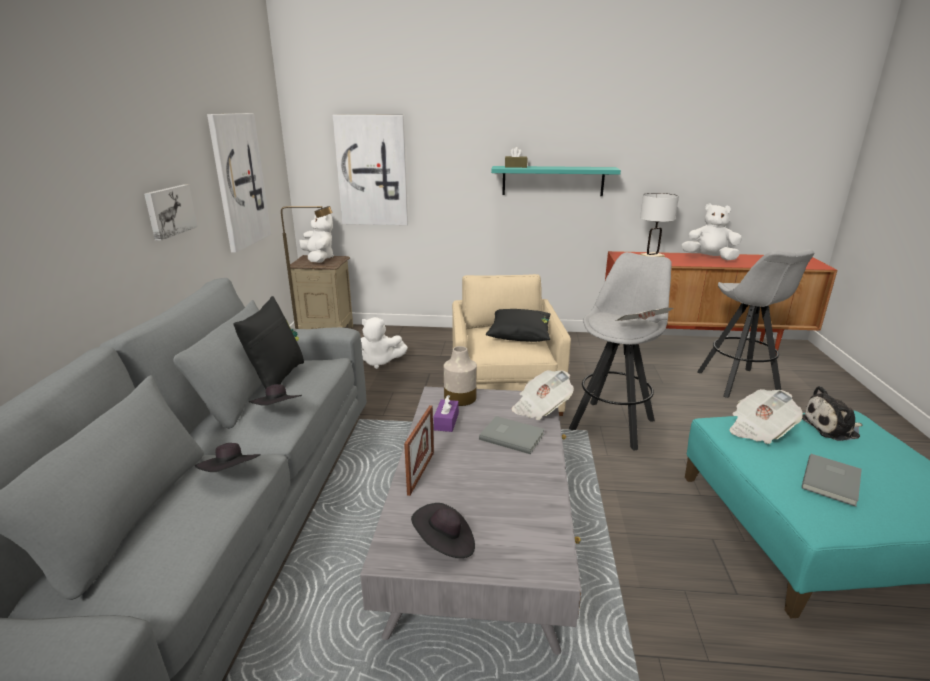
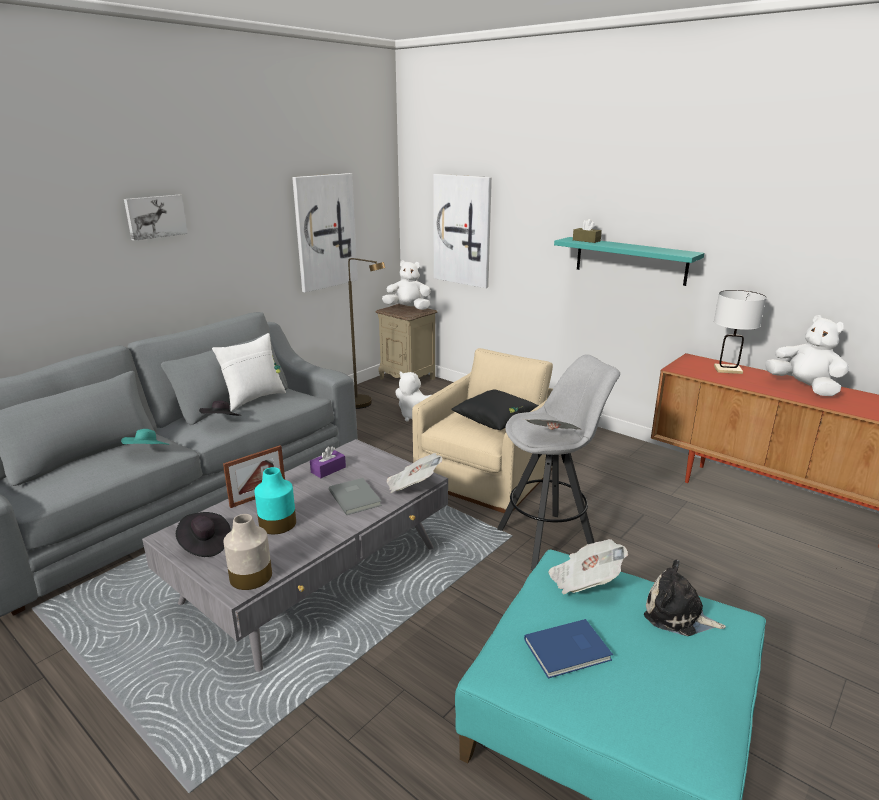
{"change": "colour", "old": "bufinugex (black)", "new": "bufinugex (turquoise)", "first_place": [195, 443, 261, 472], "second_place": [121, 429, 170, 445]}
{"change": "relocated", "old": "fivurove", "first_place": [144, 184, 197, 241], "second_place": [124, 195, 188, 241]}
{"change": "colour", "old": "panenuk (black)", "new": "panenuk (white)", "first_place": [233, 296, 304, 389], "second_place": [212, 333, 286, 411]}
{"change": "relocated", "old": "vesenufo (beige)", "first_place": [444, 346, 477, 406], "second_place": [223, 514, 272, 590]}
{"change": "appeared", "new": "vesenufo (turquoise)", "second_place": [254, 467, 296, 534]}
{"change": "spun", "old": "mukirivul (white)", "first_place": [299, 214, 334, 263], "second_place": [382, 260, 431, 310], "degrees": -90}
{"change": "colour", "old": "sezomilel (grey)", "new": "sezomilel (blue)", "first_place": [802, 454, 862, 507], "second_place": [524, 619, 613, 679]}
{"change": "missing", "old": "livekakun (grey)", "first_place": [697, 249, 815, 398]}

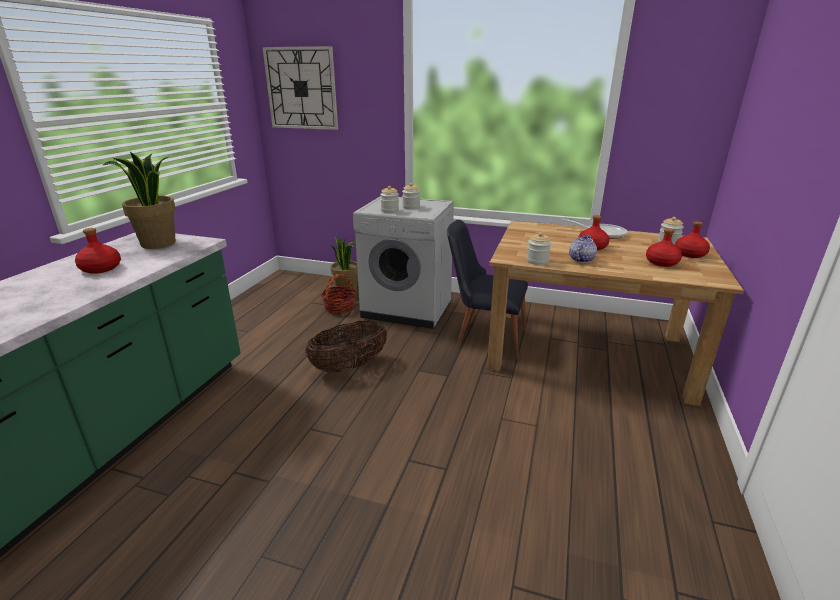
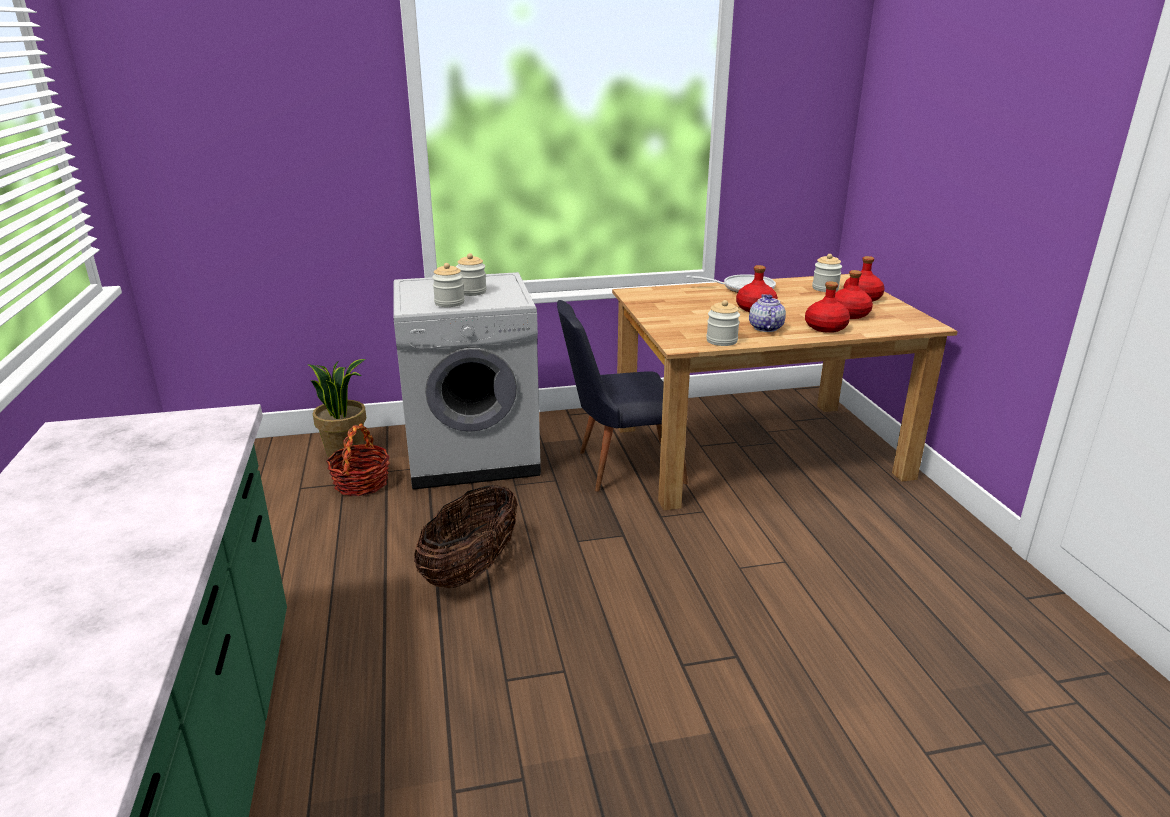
{"change": "relocated", "old": "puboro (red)", "first_place": [75, 228, 121, 274], "second_place": [805, 281, 850, 333]}
{"change": "missing", "old": "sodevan", "first_place": [103, 152, 176, 249]}
{"change": "missing", "old": "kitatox", "first_place": [262, 46, 338, 130]}

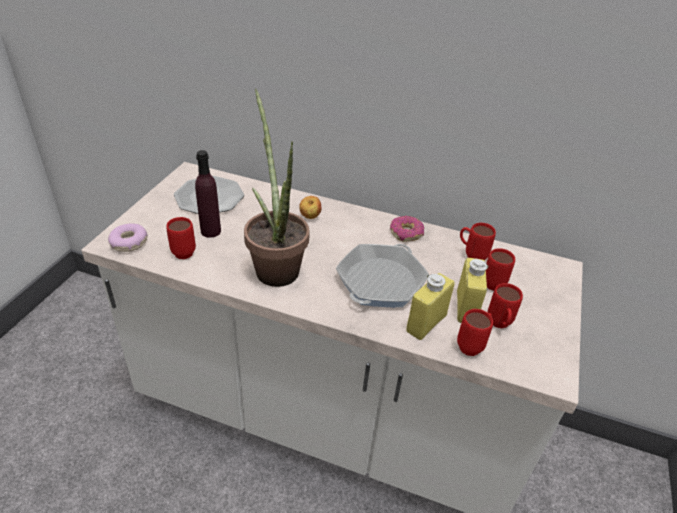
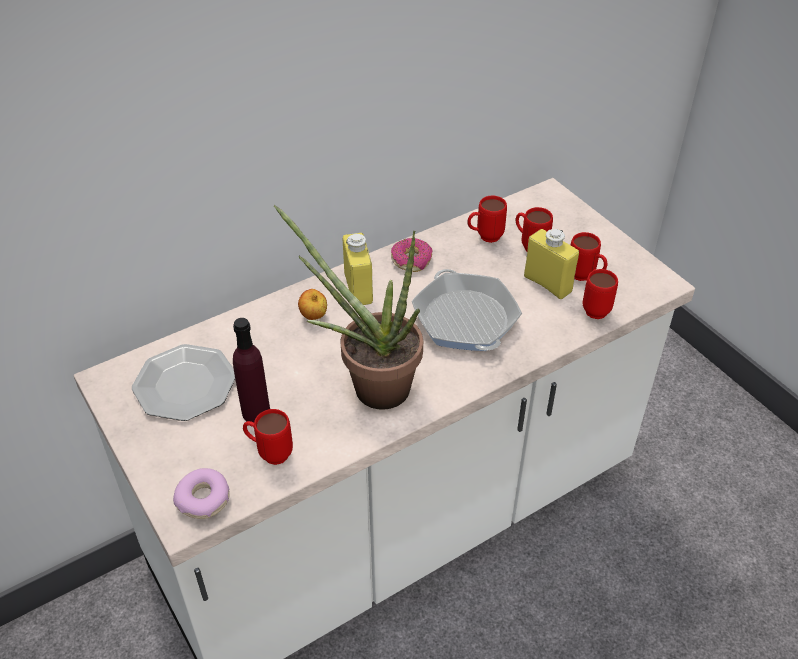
{"change": "relocated", "old": "puboro (yellow)", "first_place": [406, 273, 455, 340], "second_place": [343, 233, 373, 305]}

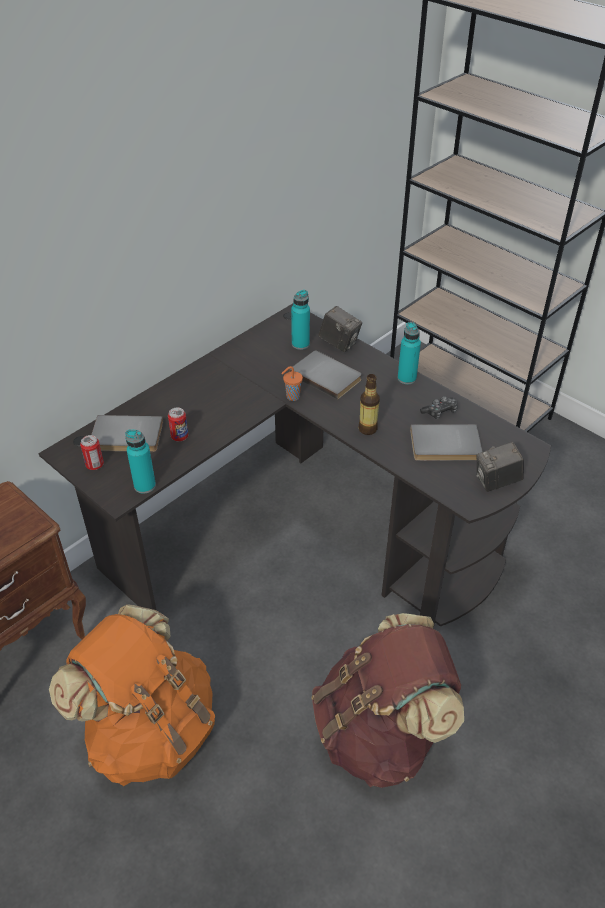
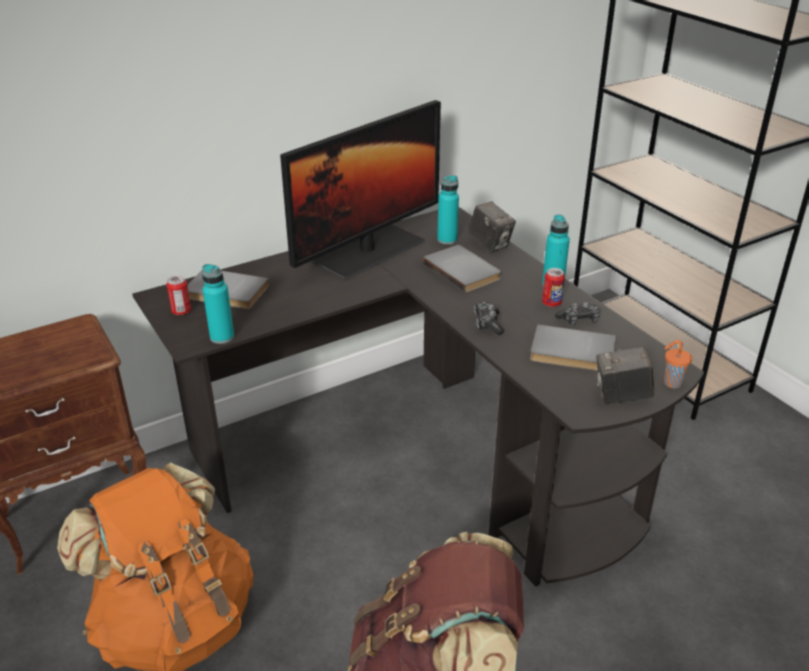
{"change": "appeared", "new": "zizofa", "second_place": [280, 100, 441, 280]}
{"change": "exchanged", "old": "puboro", "new": "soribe", "first_place": [358, 374, 380, 435], "second_place": [474, 301, 504, 335]}
{"change": "relocated", "old": "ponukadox", "first_place": [168, 407, 188, 441], "second_place": [542, 268, 565, 307]}
{"change": "relocated", "old": "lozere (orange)", "first_place": [281, 366, 303, 401], "second_place": [664, 340, 692, 389]}

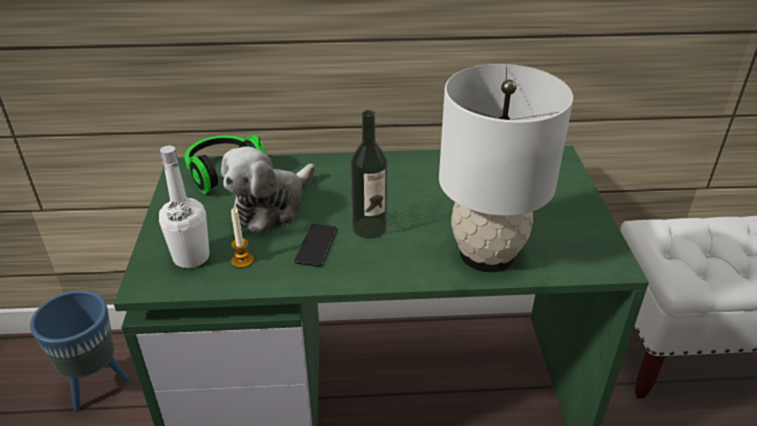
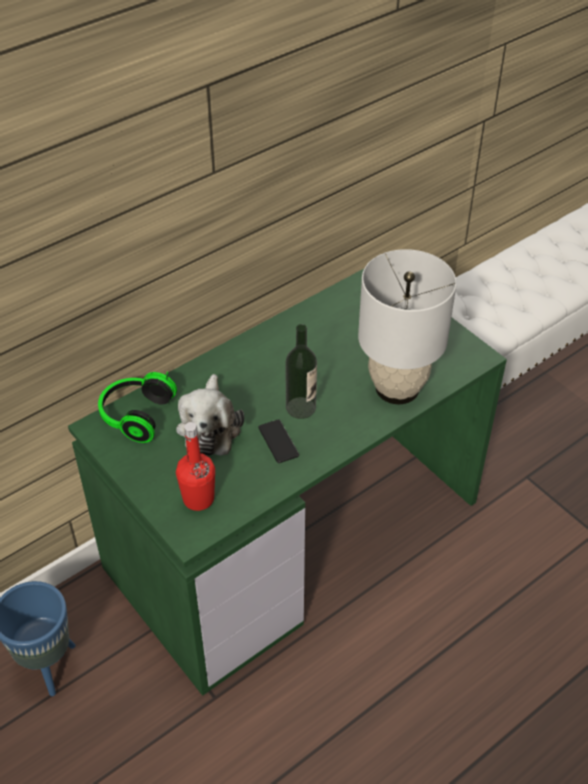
{"change": "colour", "old": "puboro (white)", "new": "puboro (red)", "first_place": [159, 146, 210, 268], "second_place": [176, 422, 215, 511]}
{"change": "missing", "old": "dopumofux", "first_place": [231, 208, 254, 268]}

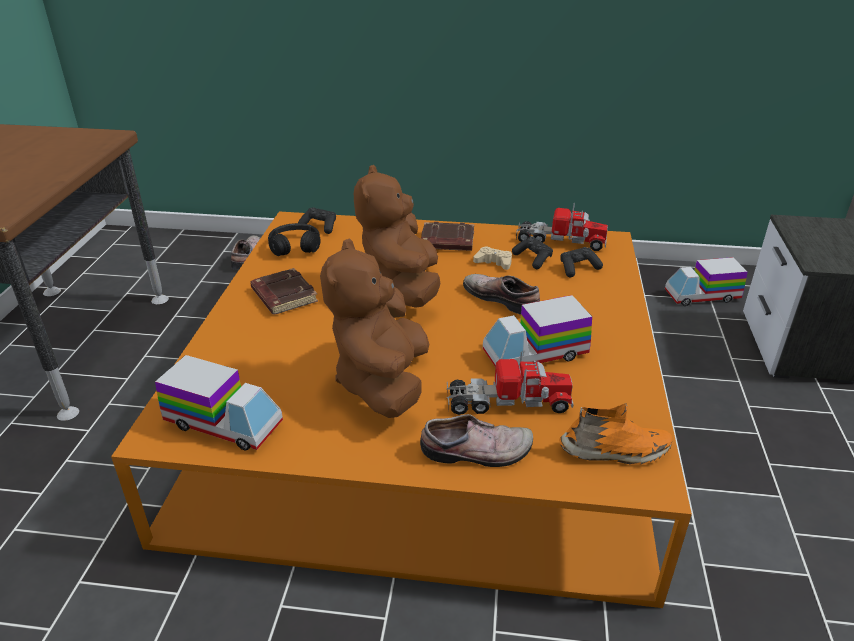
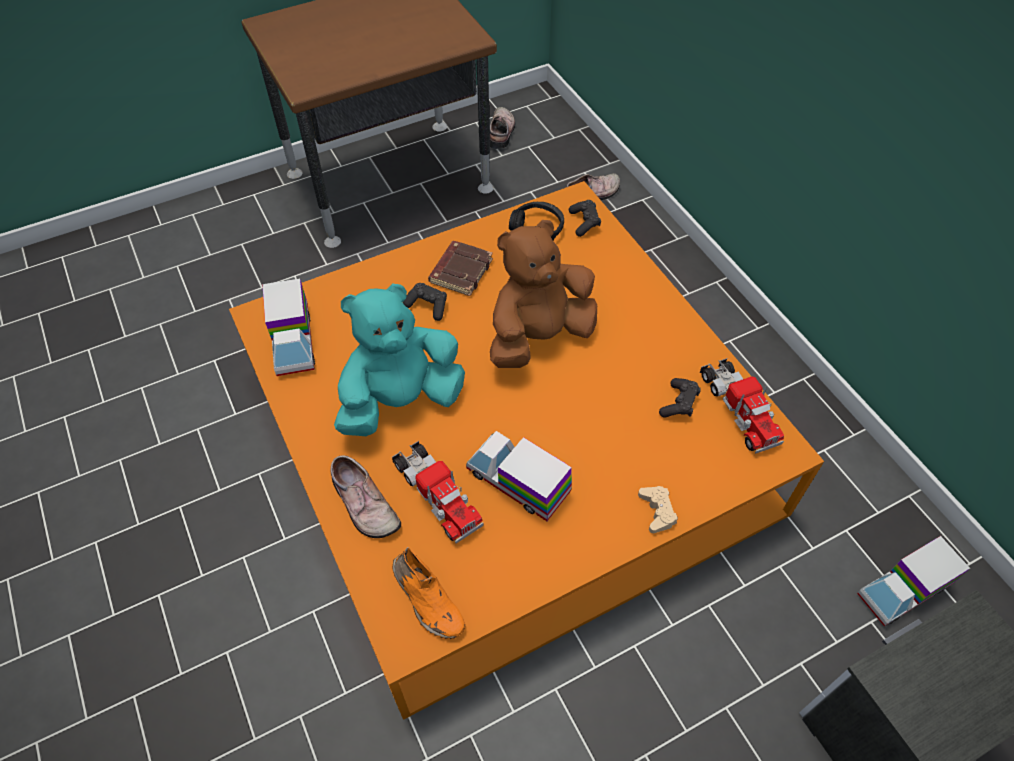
{"change": "colour", "old": "mukirivul (brown)", "new": "mukirivul (turquoise)", "first_place": [320, 238, 430, 418], "second_place": [334, 283, 465, 436]}
{"change": "relocated", "old": "soribe (black)", "first_place": [560, 247, 603, 277], "second_place": [403, 283, 447, 321]}
{"change": "relocated", "old": "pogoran", "first_place": [463, 274, 540, 315], "second_place": [490, 107, 515, 149]}
{"change": "relocated", "old": "soribe (beige)", "first_place": [473, 246, 512, 270], "second_place": [638, 486, 678, 533]}
{"change": "spun", "old": "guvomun", "first_place": [665, 257, 748, 306], "second_place": [857, 536, 970, 627], "degrees": -75}
{"change": "missing", "old": "sezomilel (brown)", "first_place": [421, 222, 474, 251]}

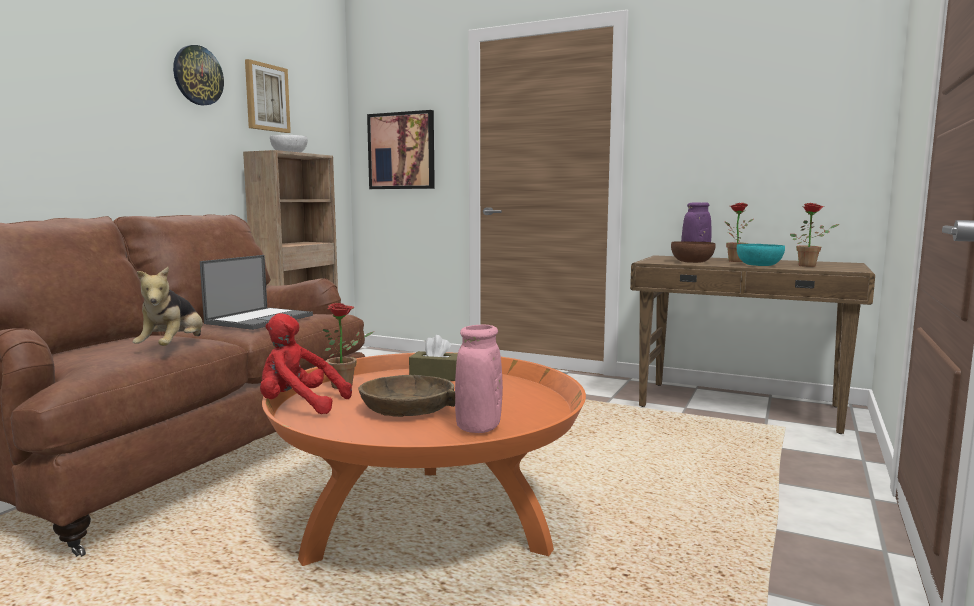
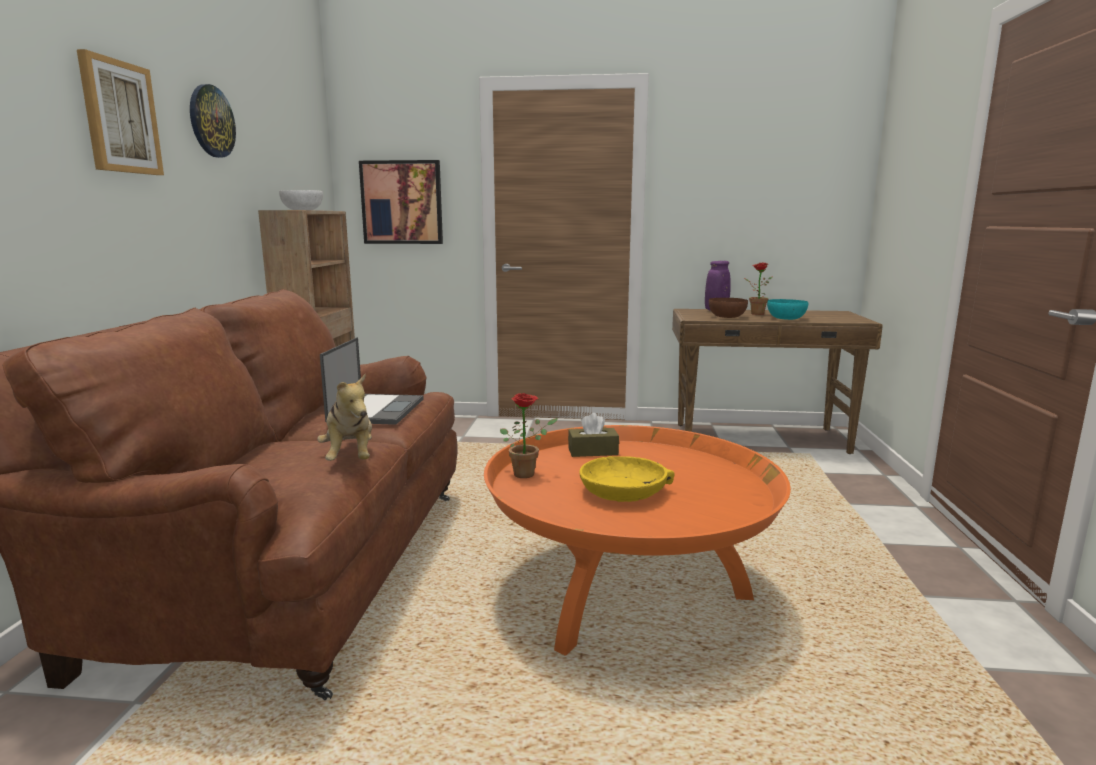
{"change": "relocated", "old": "fivurove", "first_place": [245, 59, 291, 133], "second_place": [77, 49, 164, 175]}
{"change": "colour", "old": "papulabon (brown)", "new": "papulabon (yellow)", "first_place": [358, 375, 455, 417], "second_place": [580, 456, 675, 502]}
{"change": "missing", "old": "mukirivul (red)", "first_place": [260, 313, 352, 414]}
{"change": "missing", "old": "vesenufo (pink)", "first_place": [455, 325, 503, 433]}
{"change": "missing", "old": "sodevan", "first_place": [790, 203, 839, 267]}

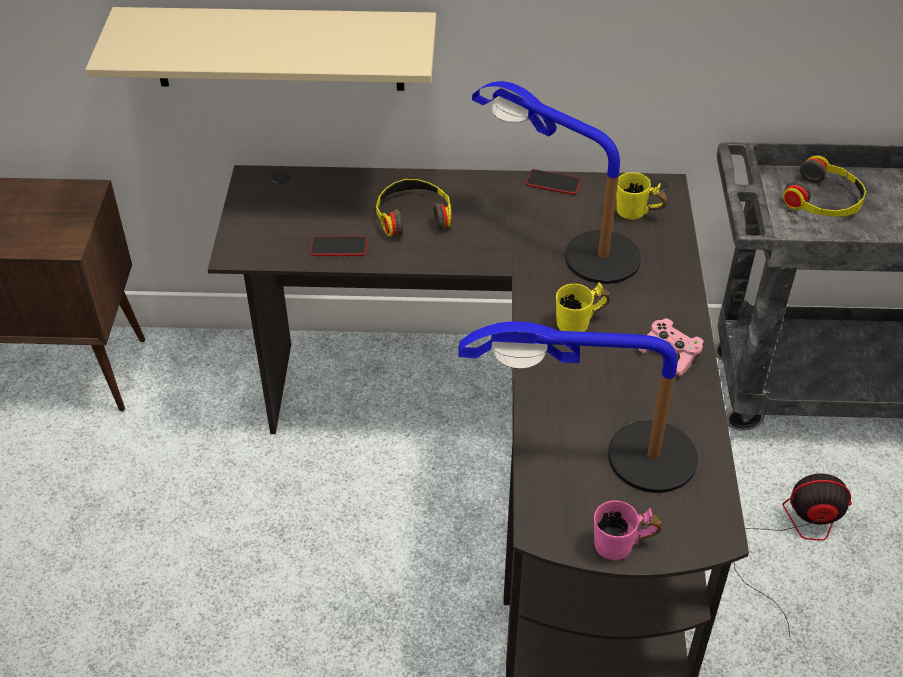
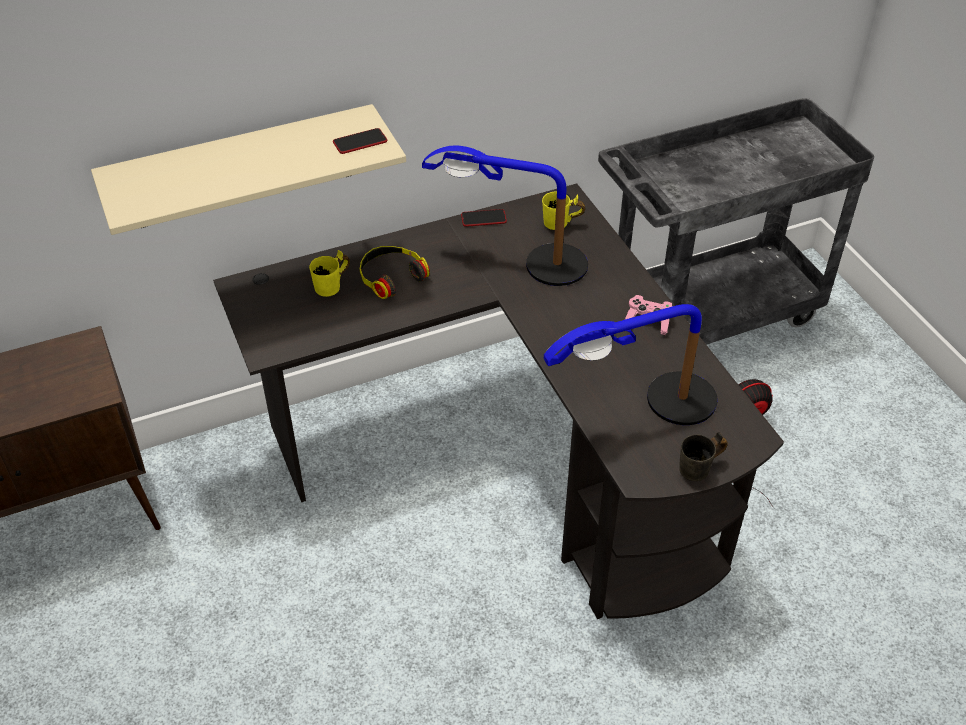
{"change": "relocated", "old": "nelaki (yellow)", "first_place": [556, 282, 610, 332], "second_place": [309, 250, 350, 297]}
{"change": "relocated", "old": "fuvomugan", "first_place": [310, 236, 368, 256], "second_place": [333, 128, 387, 154]}
{"change": "colour", "old": "nelaki (pink)", "new": "nelaki (grey)", "first_place": [594, 500, 662, 560], "second_place": [679, 432, 728, 481]}
{"change": "missing", "old": "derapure", "first_place": [783, 156, 866, 216]}

